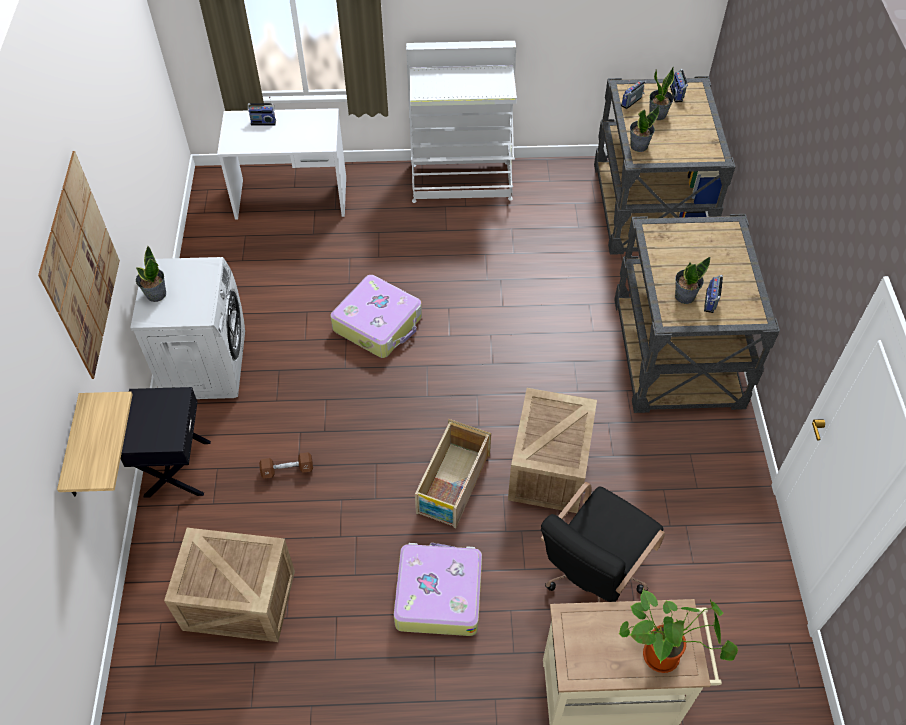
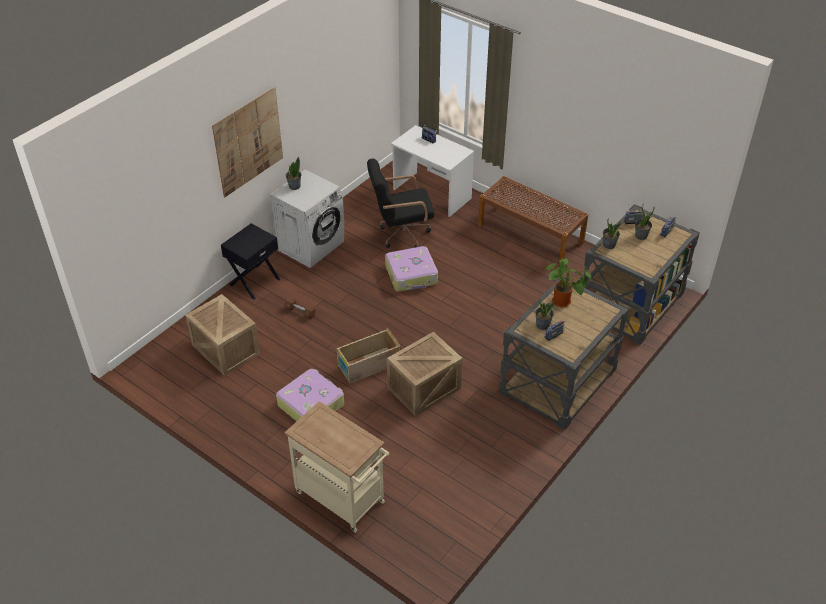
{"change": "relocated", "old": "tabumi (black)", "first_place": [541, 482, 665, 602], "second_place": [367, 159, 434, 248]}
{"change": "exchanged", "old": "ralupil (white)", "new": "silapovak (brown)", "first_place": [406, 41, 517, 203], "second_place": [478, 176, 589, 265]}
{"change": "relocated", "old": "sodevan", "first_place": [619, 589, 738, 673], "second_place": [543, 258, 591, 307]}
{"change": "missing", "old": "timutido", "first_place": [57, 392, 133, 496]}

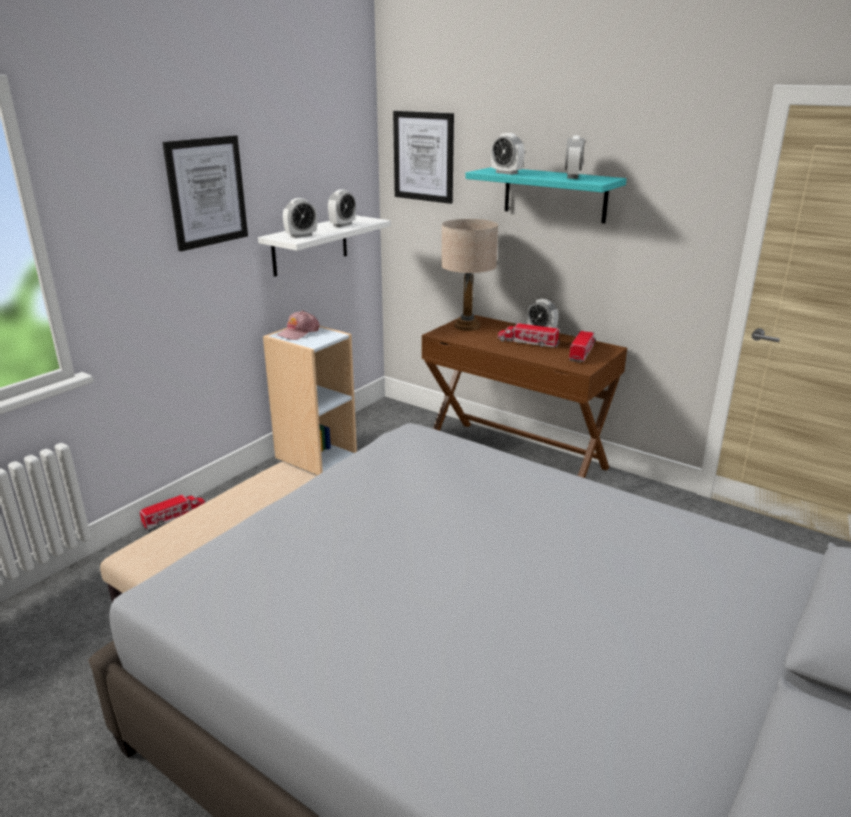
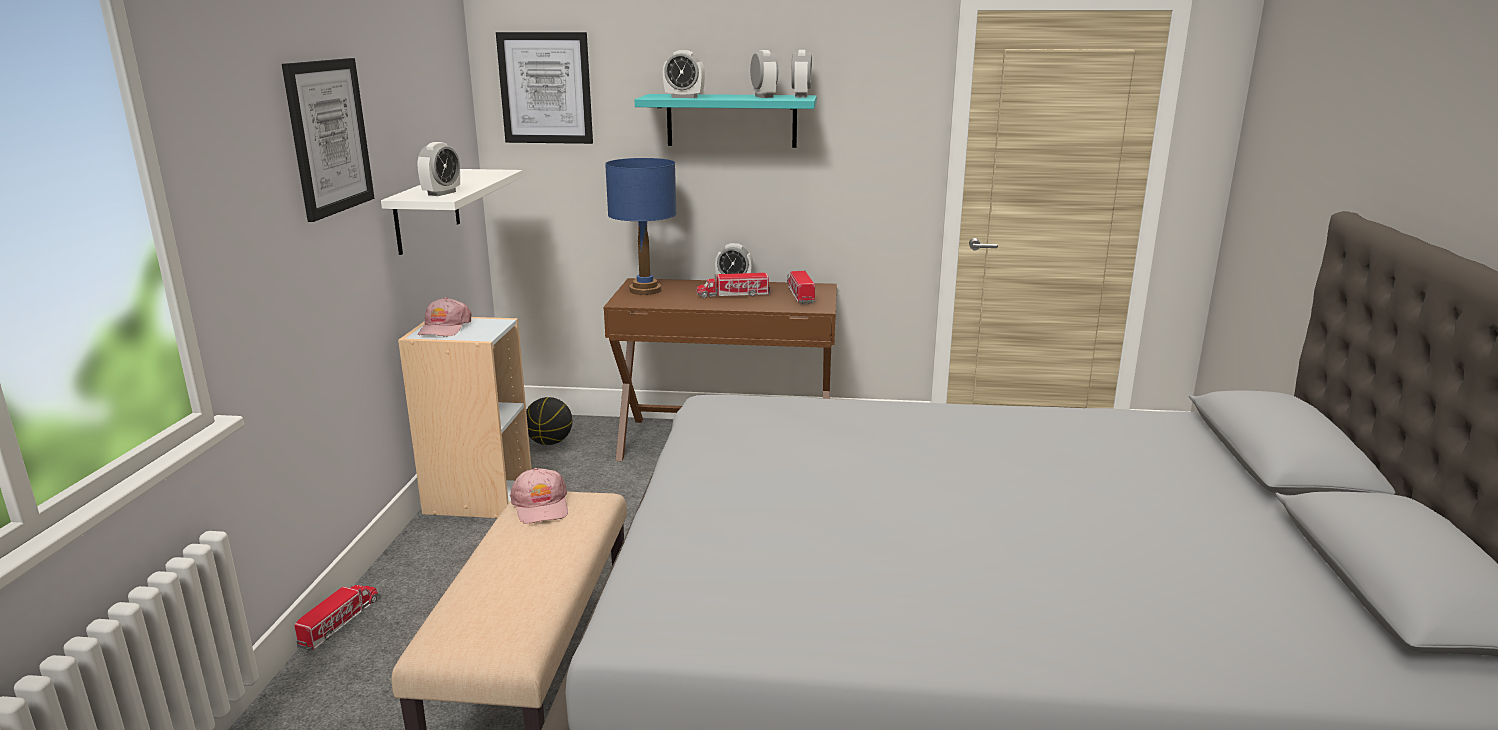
{"change": "appeared", "new": "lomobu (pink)", "second_place": [510, 468, 568, 524]}
{"change": "appeared", "new": "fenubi", "second_place": [526, 397, 572, 445]}
{"change": "colour", "old": "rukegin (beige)", "new": "rukegin (blue)", "first_place": [441, 219, 498, 331], "second_place": [605, 158, 677, 295]}
{"change": "relocated", "old": "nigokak", "first_place": [328, 189, 356, 227], "second_place": [791, 50, 812, 97]}

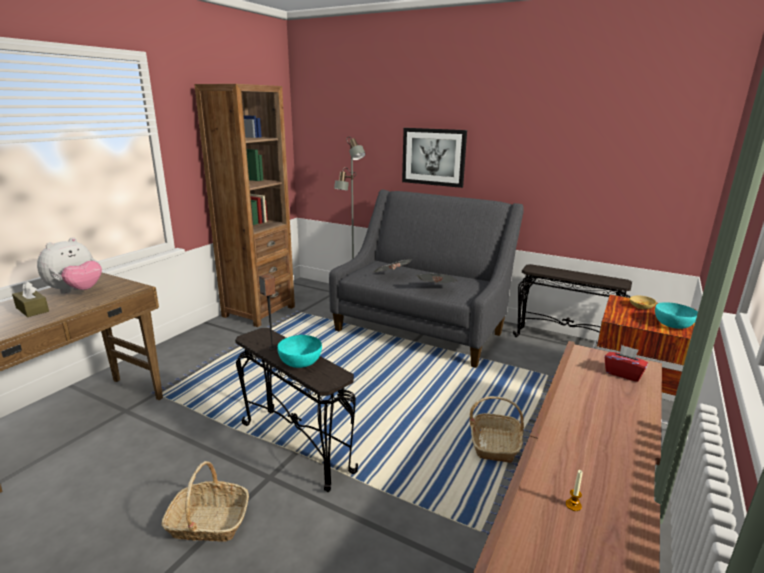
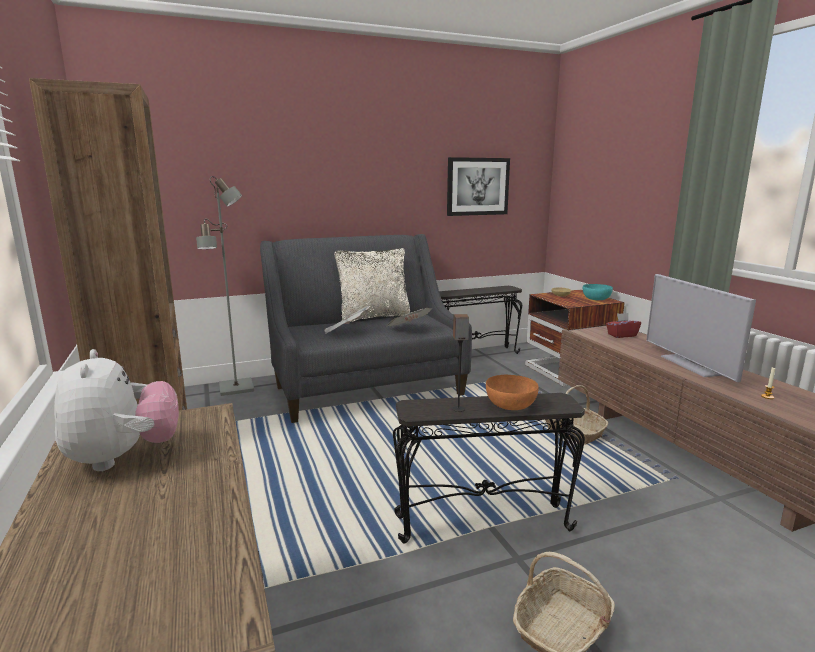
{"change": "appeared", "new": "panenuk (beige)", "second_place": [334, 248, 410, 322]}
{"change": "relocated", "old": "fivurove", "first_place": [402, 128, 467, 188], "second_place": [447, 157, 510, 216]}
{"change": "colour", "old": "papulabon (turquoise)", "new": "papulabon (orange)", "first_place": [277, 335, 322, 368], "second_place": [486, 375, 539, 410]}
{"change": "appeared", "new": "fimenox", "second_place": [646, 274, 756, 382]}
{"change": "missing", "old": "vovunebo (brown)", "first_place": [12, 281, 49, 317]}

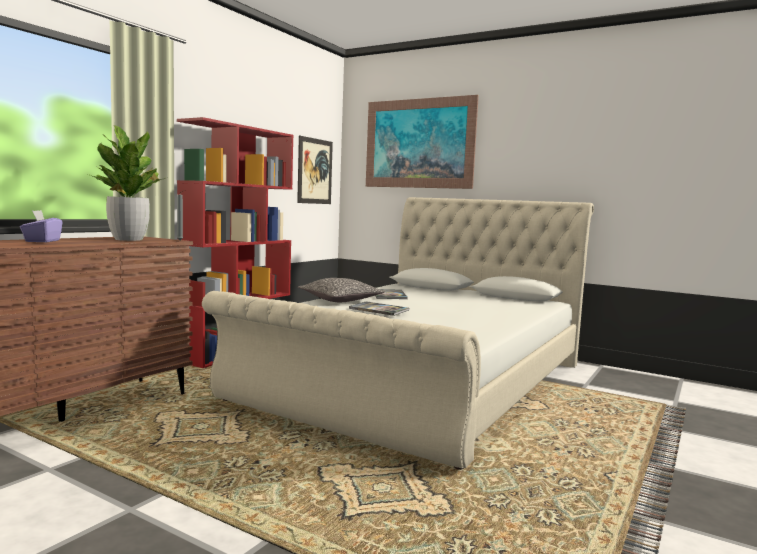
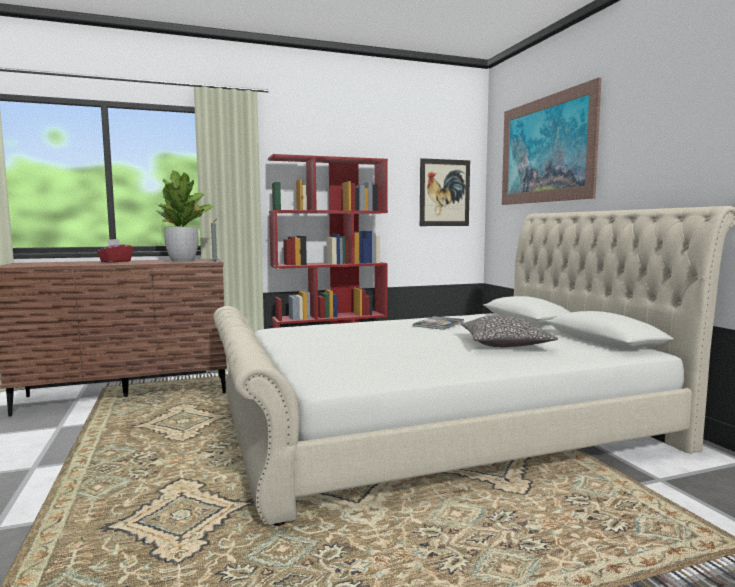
{"change": "colour", "old": "vovunebo (purple)", "new": "vovunebo (red)", "first_place": [20, 210, 62, 242], "second_place": [97, 239, 133, 263]}
{"change": "relocated", "old": "panenuk", "first_place": [298, 278, 385, 302], "second_place": [461, 316, 558, 347]}
{"change": "missing", "old": "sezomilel", "first_place": [349, 301, 409, 316]}

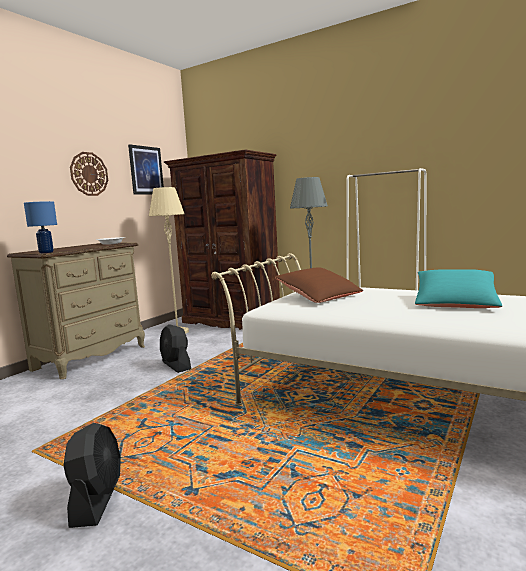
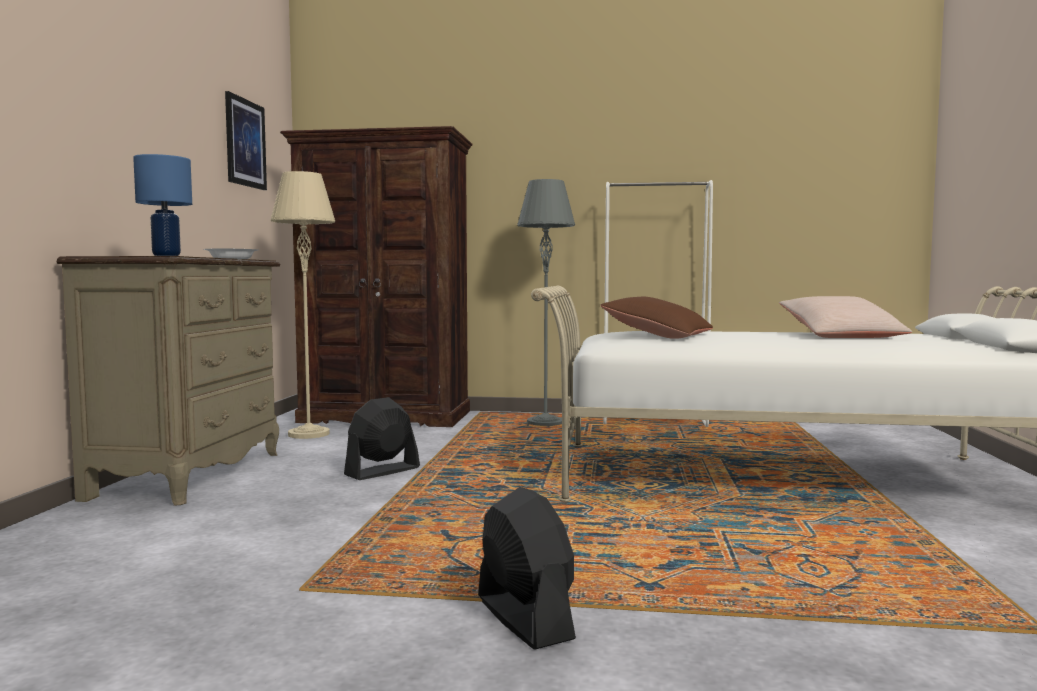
{"change": "spun", "old": "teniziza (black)", "first_place": [160, 324, 191, 373], "second_place": [344, 397, 420, 480], "degrees": 105}
{"change": "colour", "old": "panenuk (turquoise)", "new": "panenuk (beige)", "first_place": [415, 269, 502, 308], "second_place": [779, 296, 912, 338]}
{"change": "missing", "old": "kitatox", "first_place": [70, 152, 108, 196]}

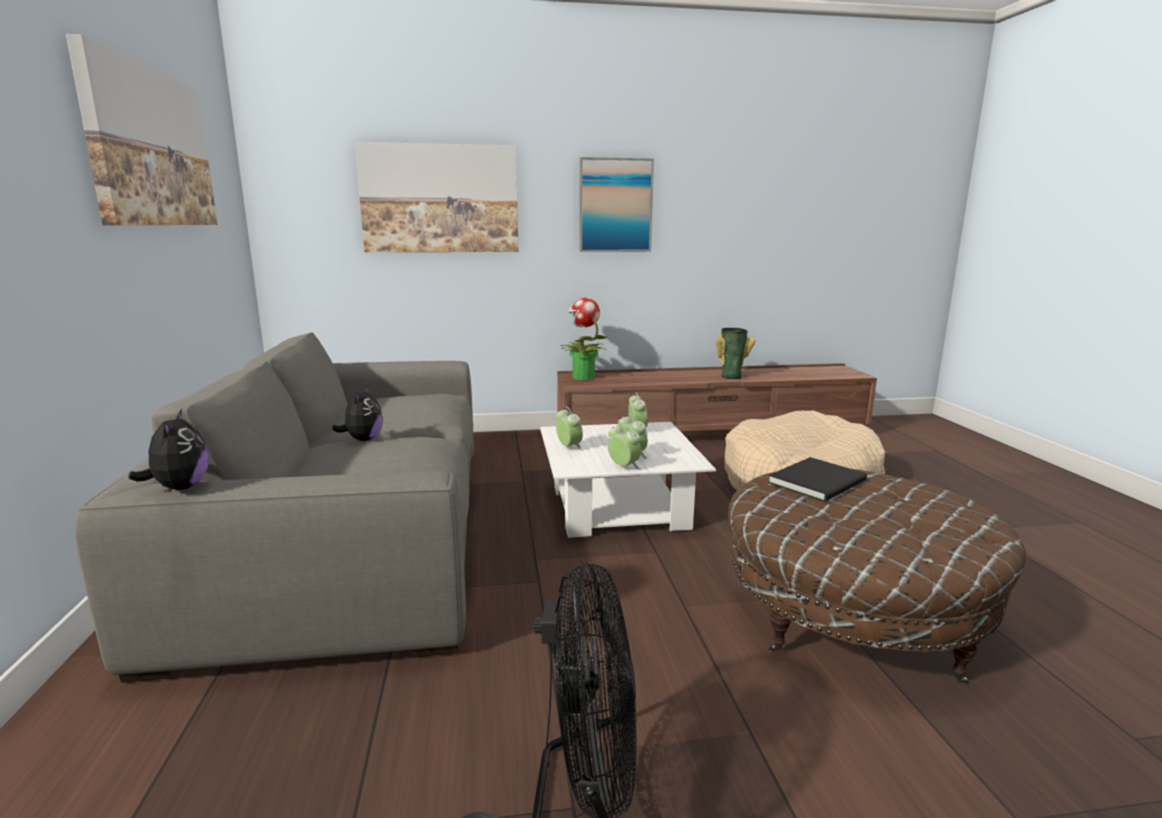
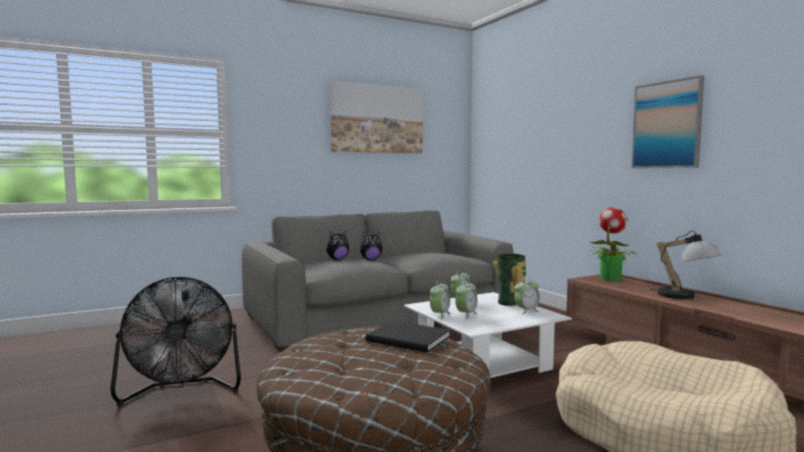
{"change": "relocated", "old": "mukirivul", "first_place": [128, 409, 209, 490], "second_place": [326, 231, 349, 260]}
{"change": "relocated", "old": "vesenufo", "first_place": [716, 328, 756, 379], "second_place": [493, 254, 526, 306]}
{"change": "appeared", "new": "rukegin", "second_place": [649, 231, 722, 299]}
{"change": "missing", "old": "fivurove", "first_place": [355, 142, 519, 252]}

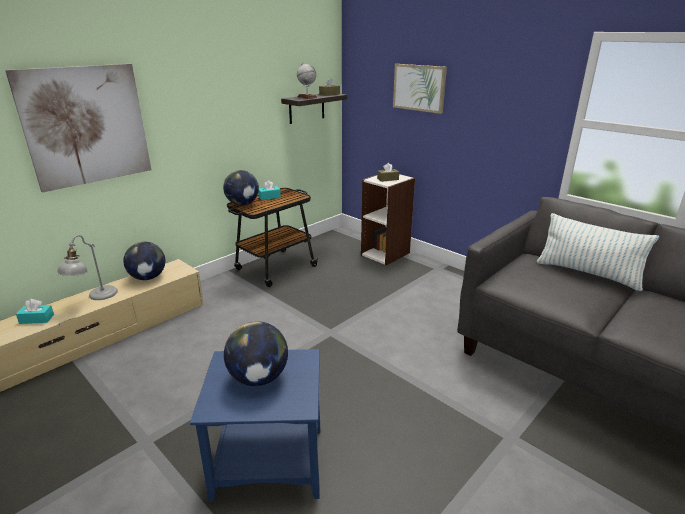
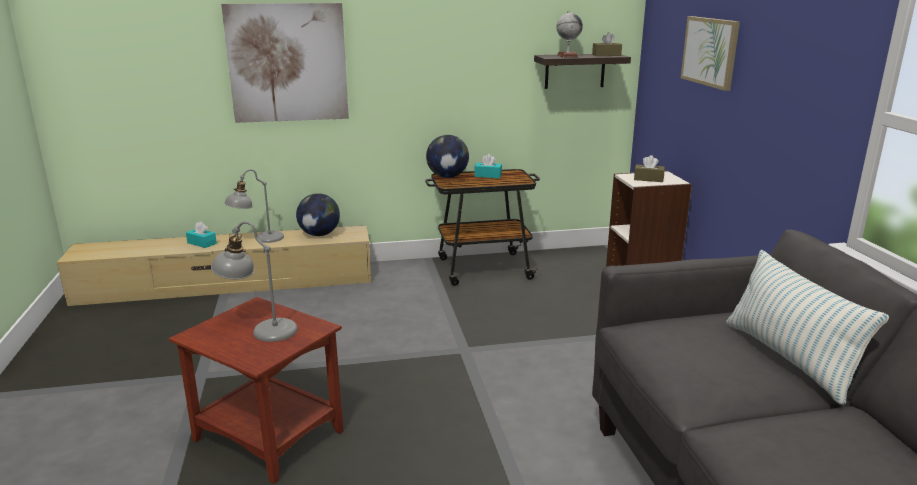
{"change": "colour", "old": "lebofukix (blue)", "new": "lebofukix (brown)", "first_place": [190, 349, 320, 502], "second_place": [169, 297, 343, 484]}
{"change": "exchanged", "old": "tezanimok", "new": "rukegin (grey)", "first_place": [224, 321, 288, 386], "second_place": [211, 221, 298, 342]}

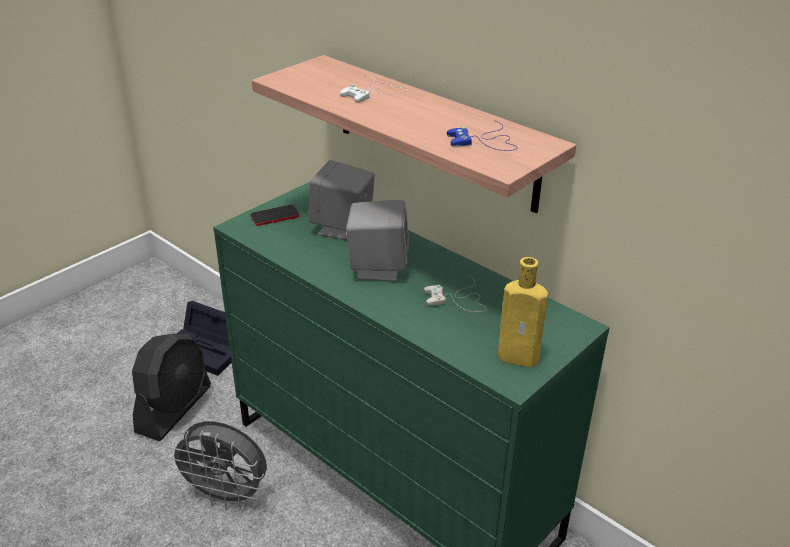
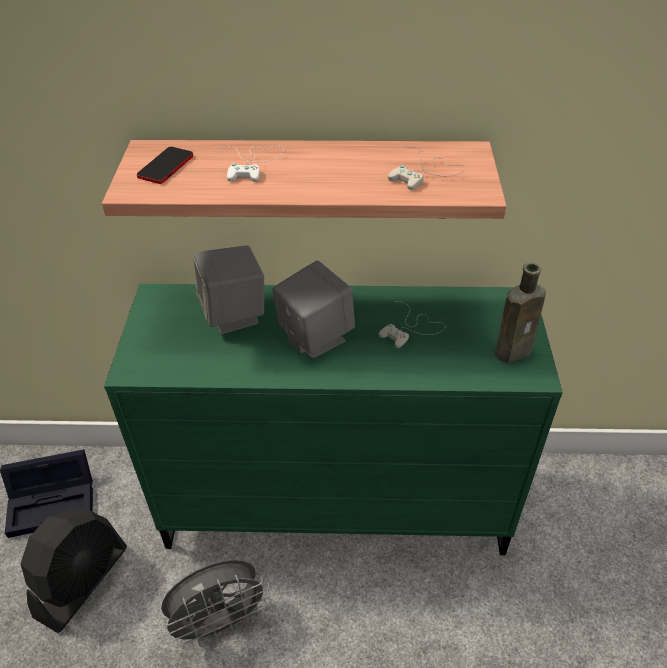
{"change": "spun", "old": "teniziza (black)", "first_place": [132, 334, 211, 441], "second_place": [21, 509, 127, 633], "degrees": 45}
{"change": "relocated", "old": "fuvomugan", "first_place": [250, 205, 300, 226], "second_place": [137, 147, 193, 184]}
{"change": "colour", "old": "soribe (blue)", "new": "soribe (white)", "first_place": [447, 121, 517, 151], "second_place": [388, 147, 466, 190]}
{"change": "colour", "old": "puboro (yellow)", "new": "puboro (brown)", "first_place": [498, 257, 548, 367], "second_place": [495, 263, 546, 363]}

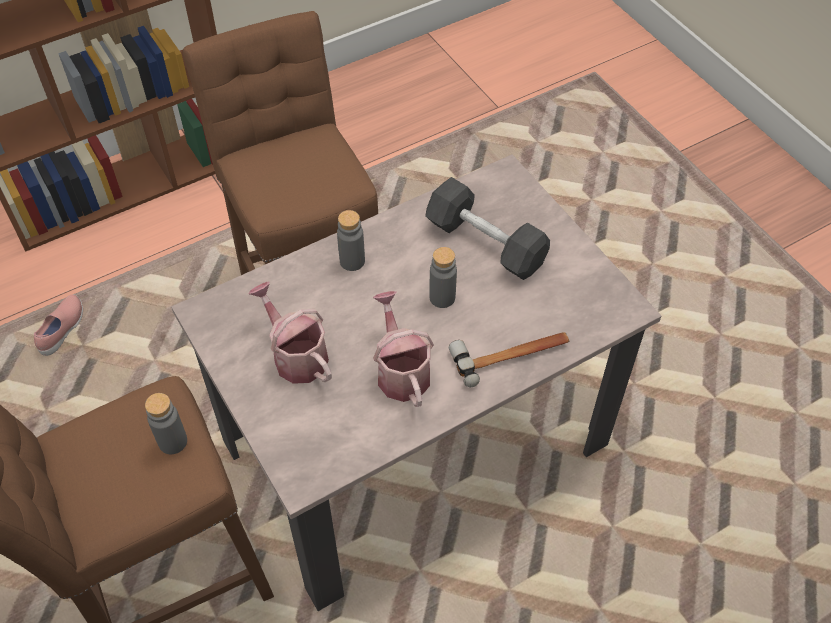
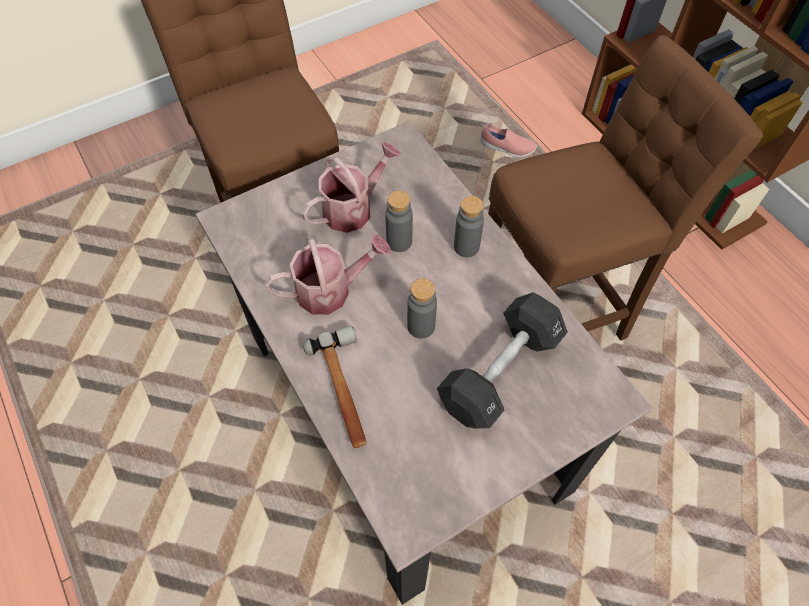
{"change": "relocated", "old": "puboro (grey)", "first_place": [145, 393, 187, 454], "second_place": [385, 191, 413, 252]}

